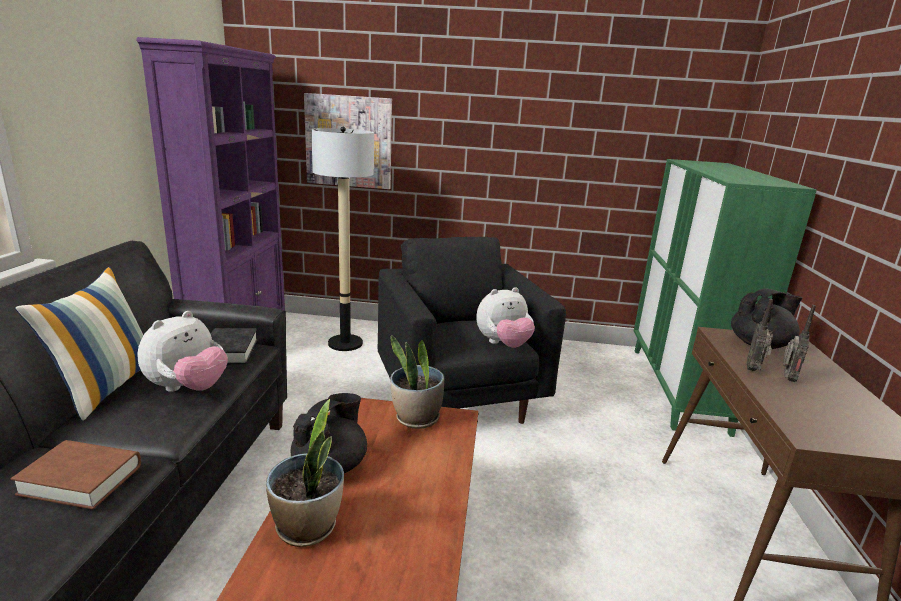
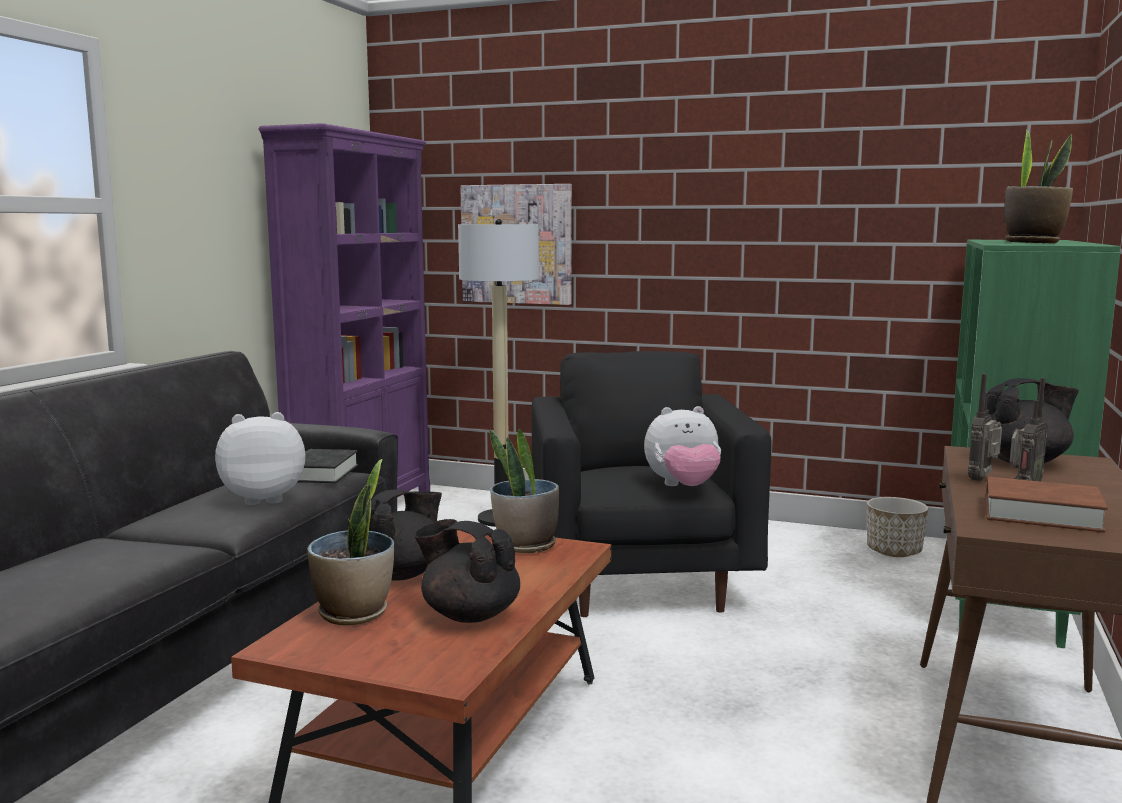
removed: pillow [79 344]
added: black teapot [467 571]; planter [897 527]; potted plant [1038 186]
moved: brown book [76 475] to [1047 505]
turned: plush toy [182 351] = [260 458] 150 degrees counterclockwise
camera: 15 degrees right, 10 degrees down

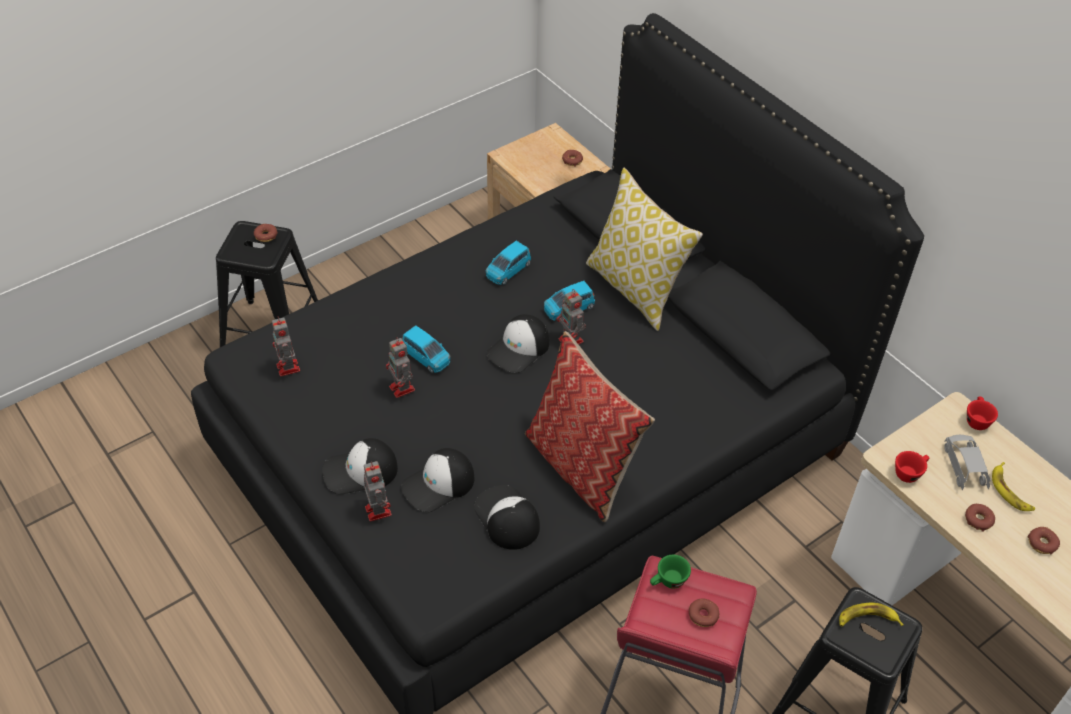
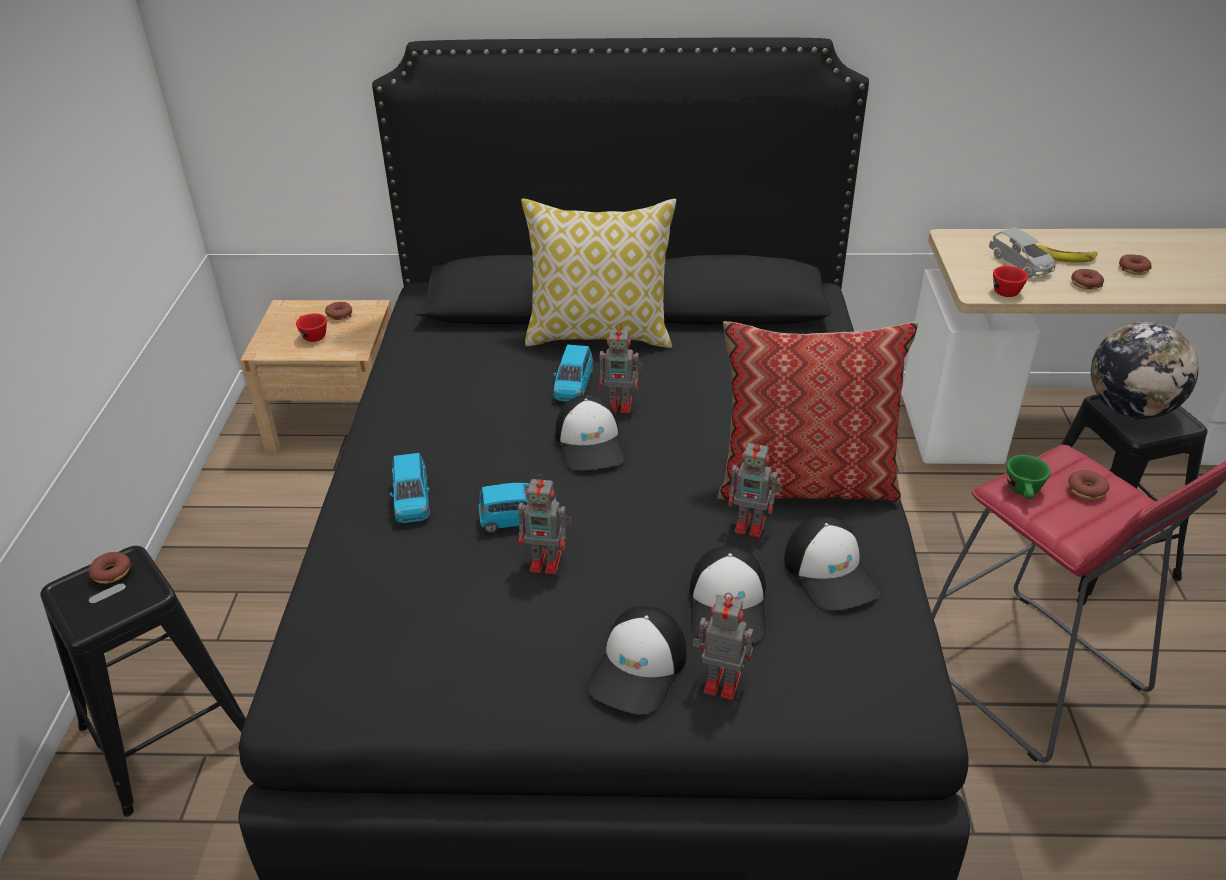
moved: toy robot [286 347] to [754 487]; blue toy car [508 263] to [409 488]; red cup [982 413] to [311 328]
replaced: banana [871 615] to globe [1145 370]
turned: cap [507 517] = [832 564] 120 degrees counterclockwise; grey toy car [967 463] = [1022 252] 150 degrees counterclockwise
camera: 50 degrees left, 10 degrees down

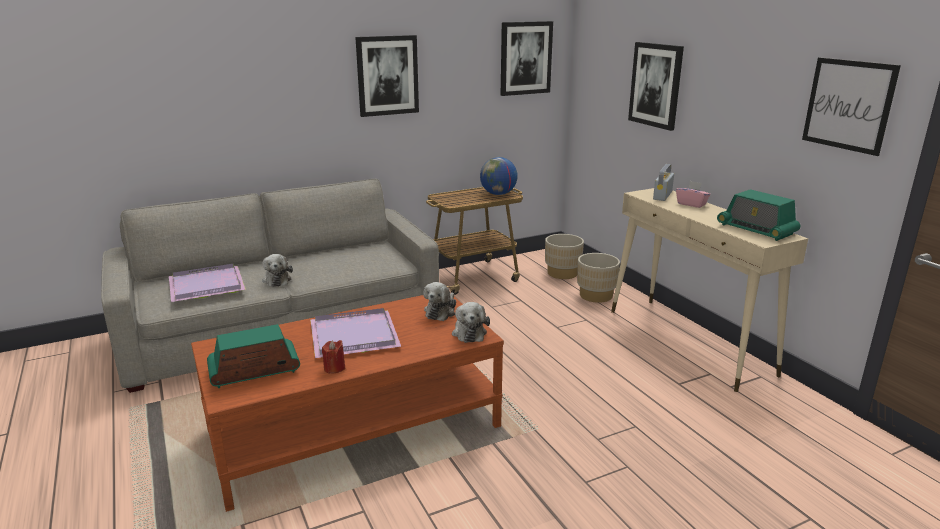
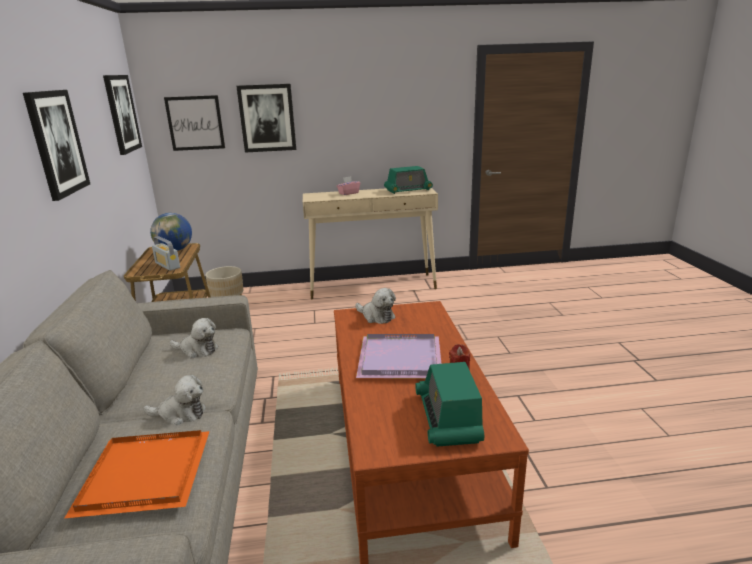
removed: beige planter [598 278]
moved: plush toy [471 322] to [194 338]; radio [663 182] to [166 253]; picture [851 106] to [194 123]
recoloured: purple tray [207 283] to orange tray [137 474]
camera: 70 degrees left, 0 degrees up

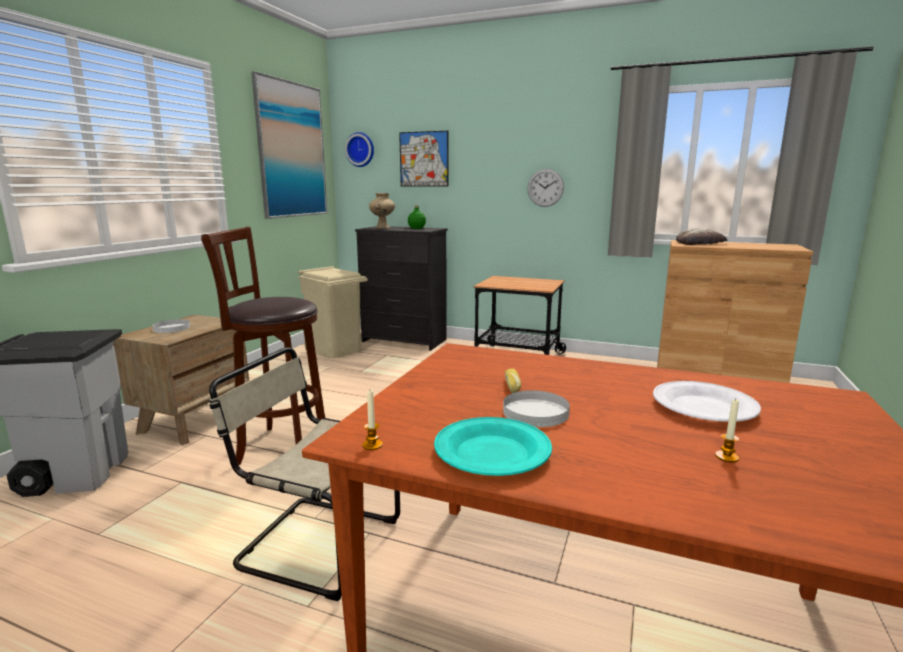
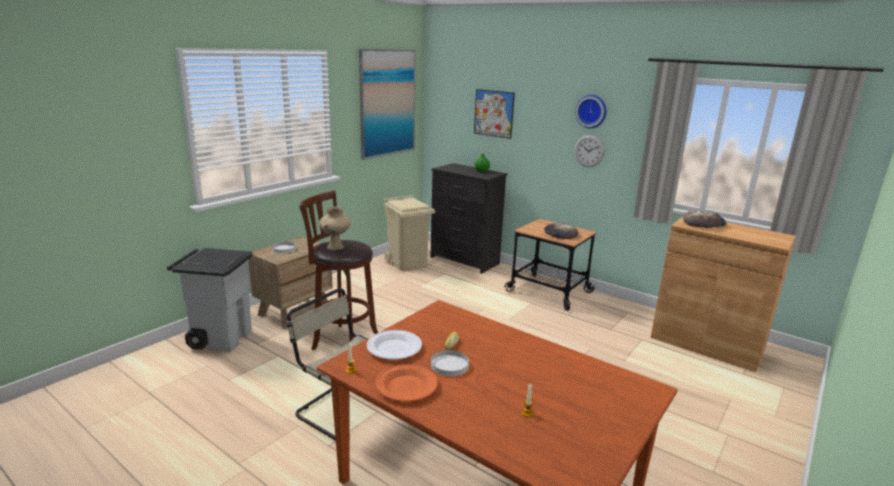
added: bread [561 231]
moved: wall clock [359 149] to [591 111]; beige vase [382 211] to [335 228]; white plate [707 401] to [394 344]
recoloured: turquoise plate [493 446] to orange plate [407 382]
camera: 15 degrees right, 5 degrees up

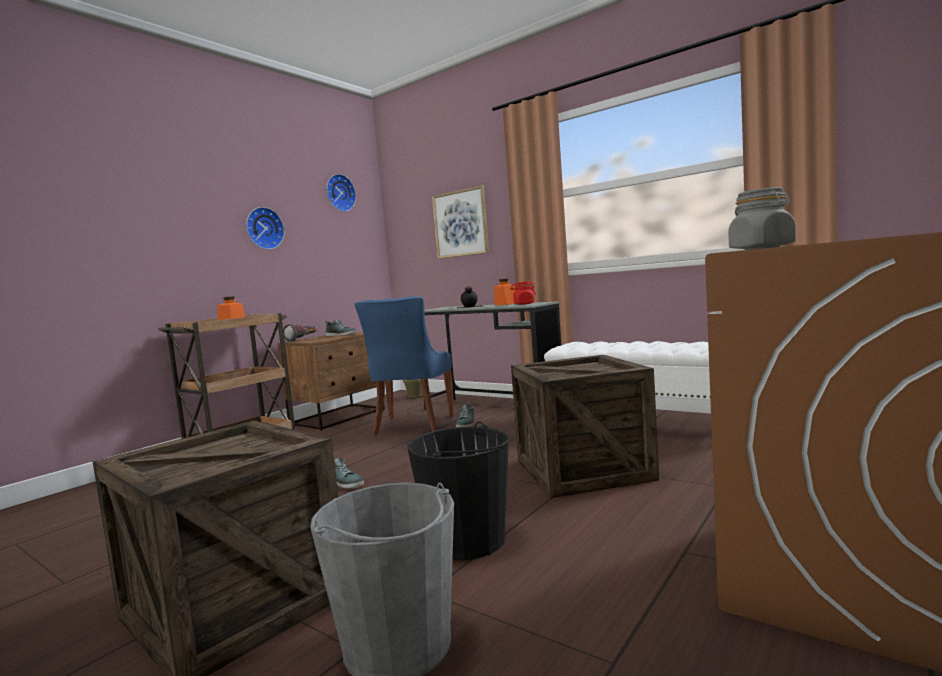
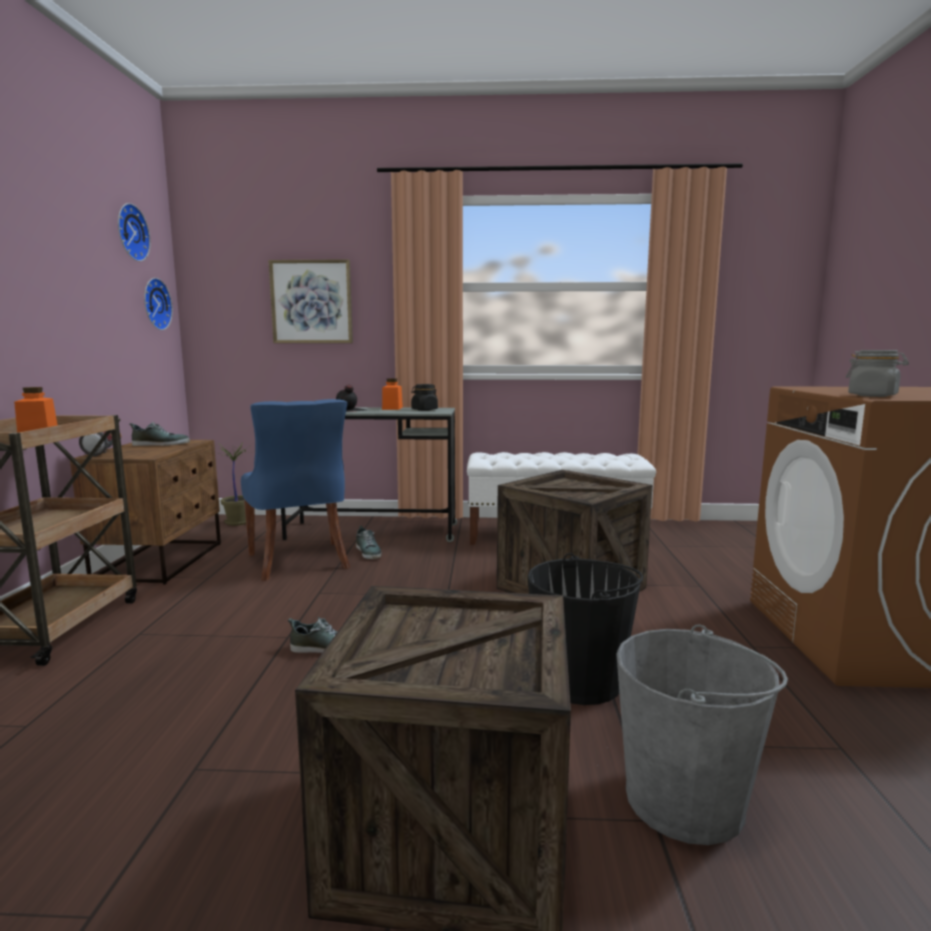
moved: wall clock [265 228] to [158 304]
recoloured: red jar [523 293] to black jar [424 397]
camera: 35 degrees left, 5 degrees up

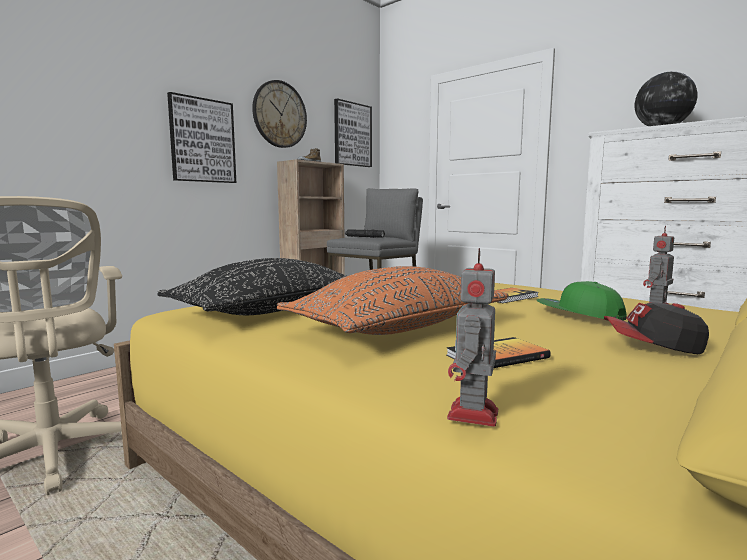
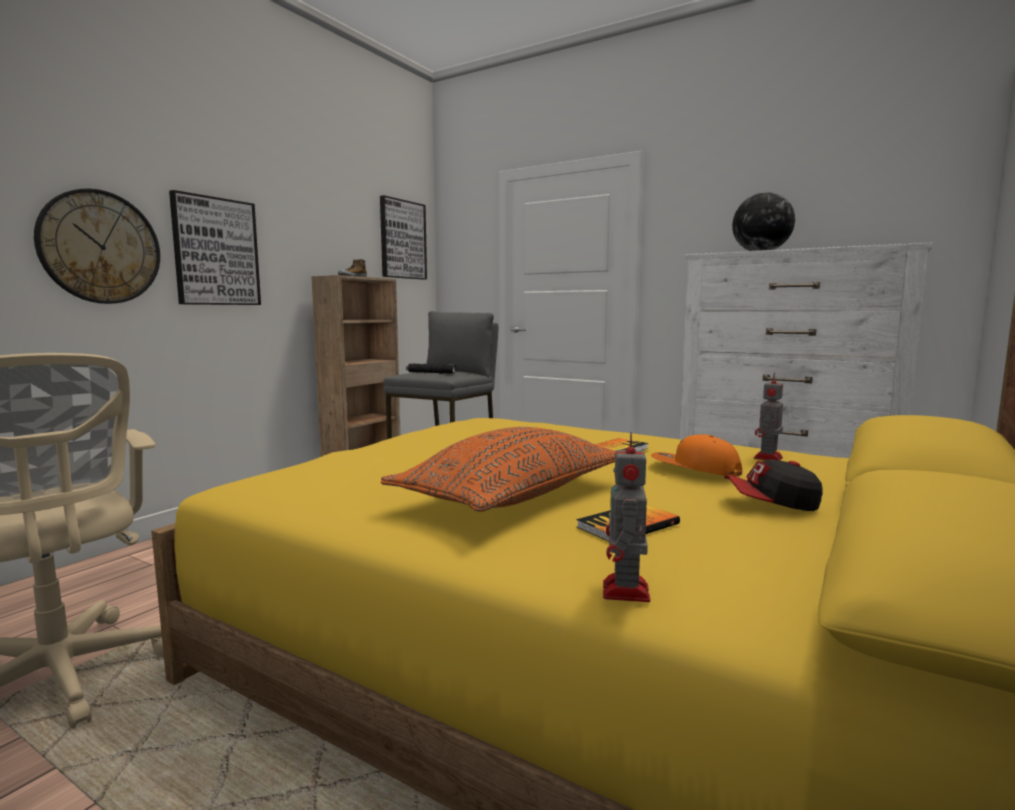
removed: black pillow [251 286]
moved: wall clock [279 114] to [97 246]
recoloured: green cap [582 301] to orange cap [696 455]
camera: 10 degrees left, 0 degrees up

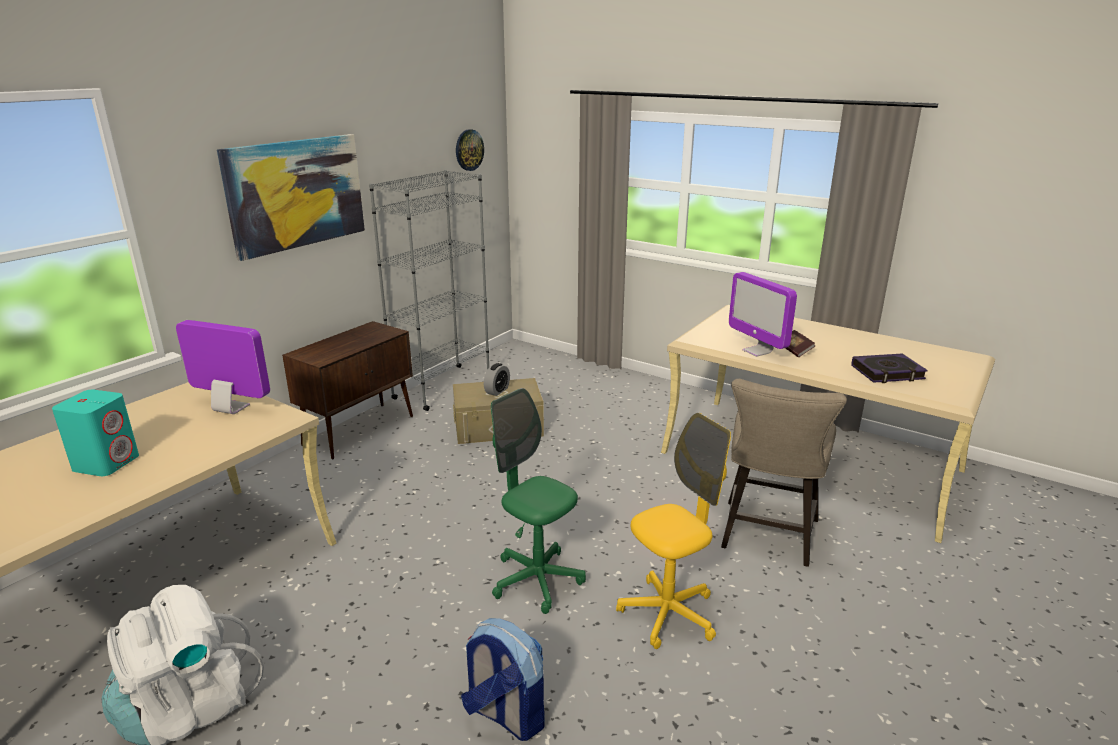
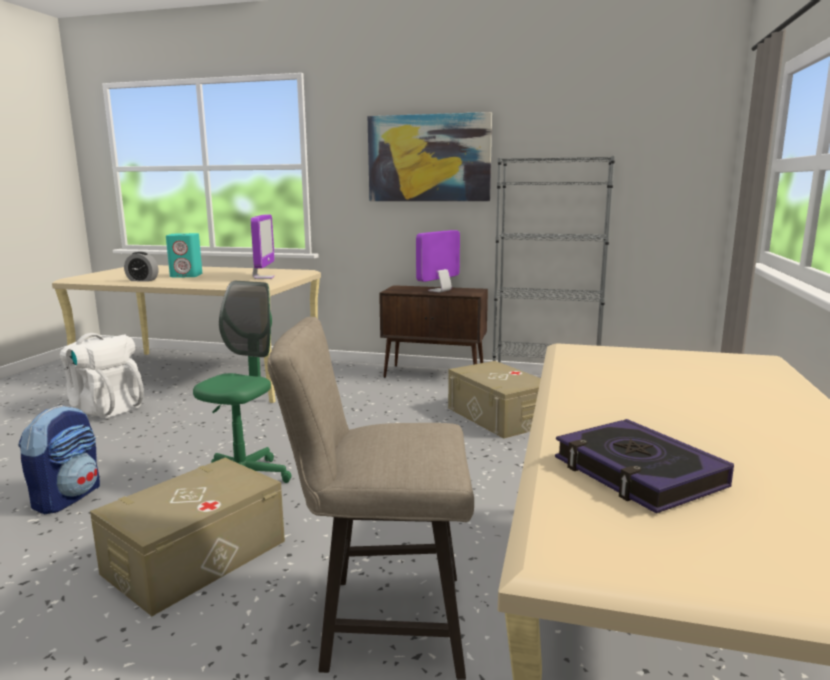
removed: wall clock [470 150]; book [800 343]
moved: alarm clock [497 379] to [141 267]; monitor [763 314] to [438 261]
replaced: yellow office chair [673 531] to beige storage box [187 537]
camera: 70 degrees right, 10 degrees down

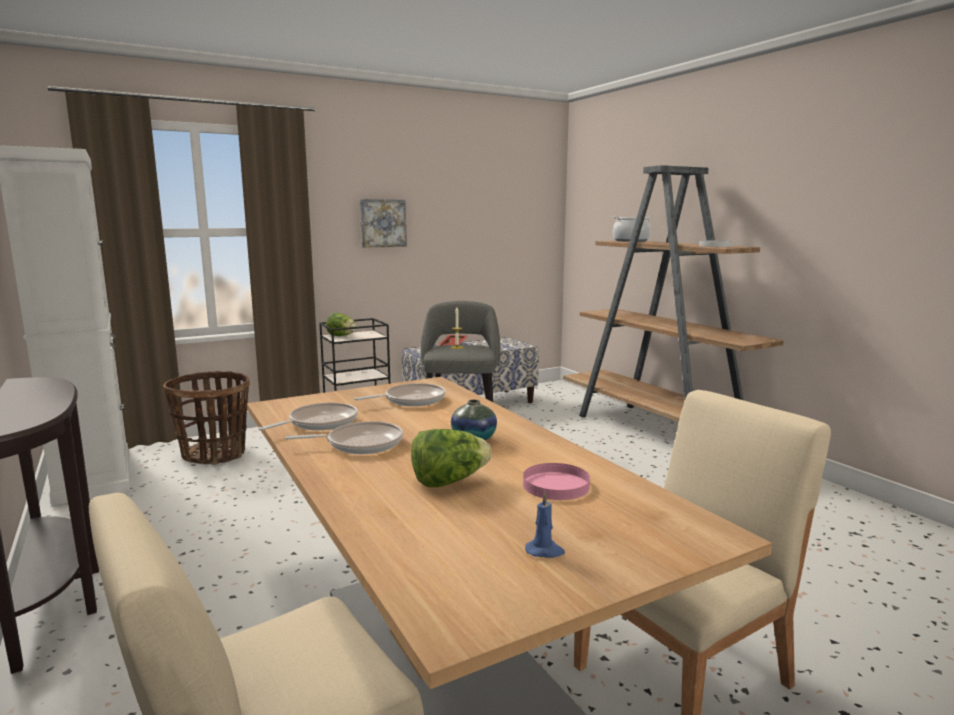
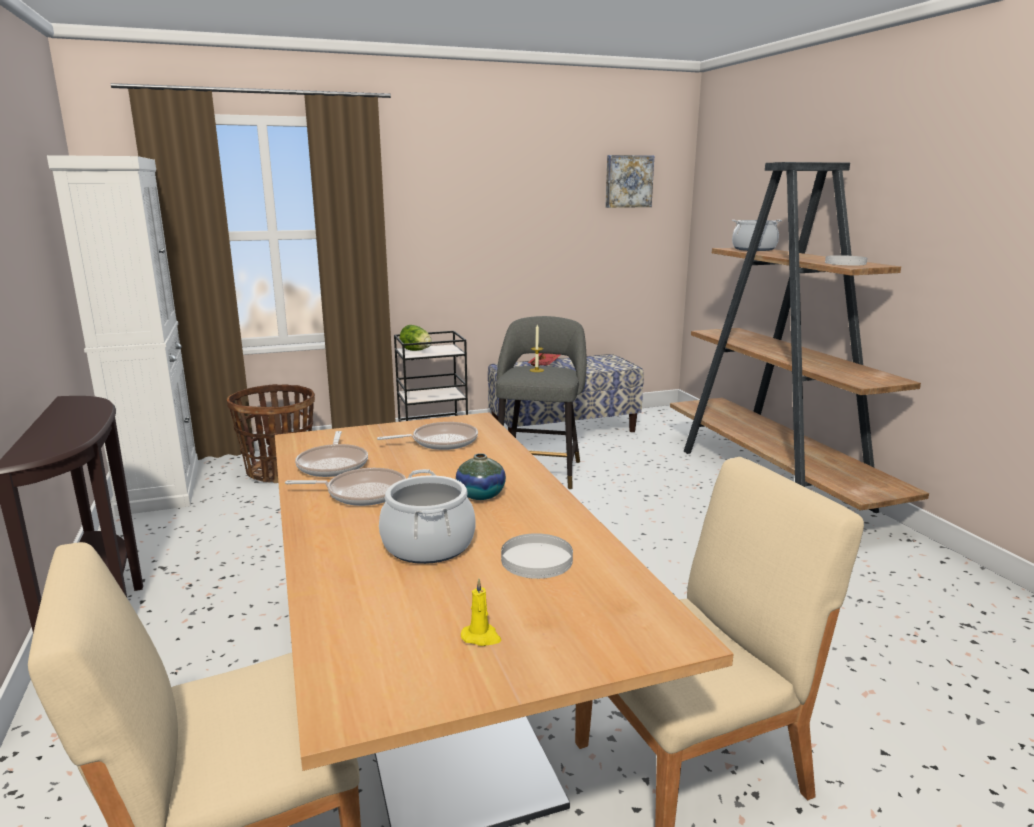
moved: picture [383 223] to [629 181]
replaced: lettuce [451 458] to cooking pot [427 516]
recoloured: pink plate [556 481] to white plate [537 556]; blue candle [545 525] to yellow candle [481 612]
turned: frying pan [308 416] = [331 454] 120 degrees clockwise
camera: 10 degrees right, 5 degrees up

